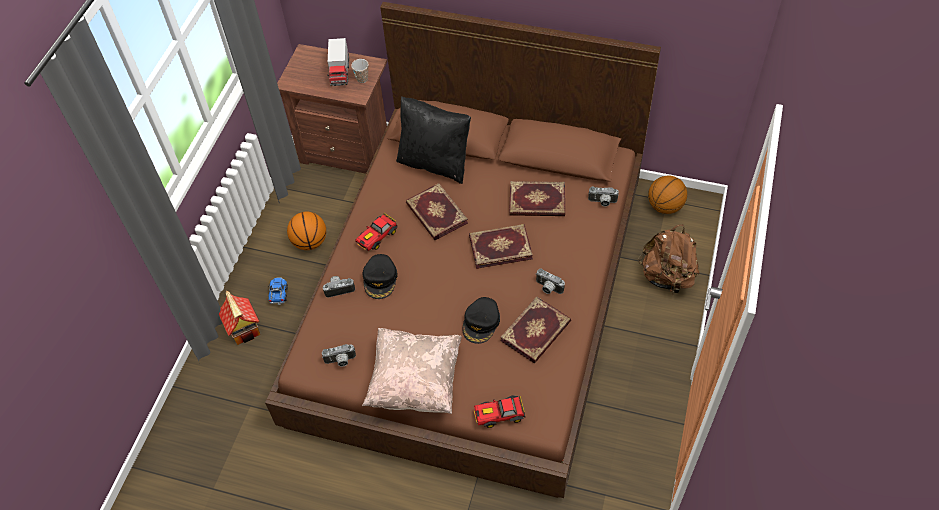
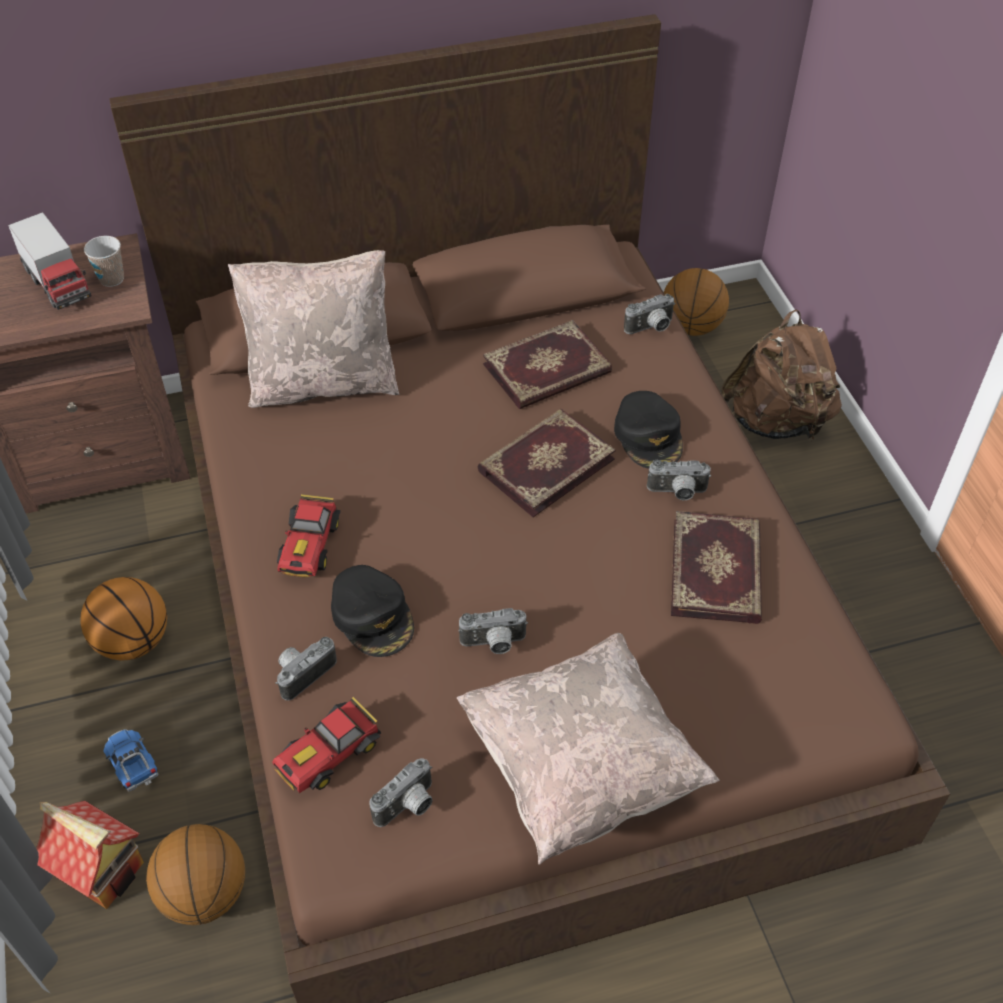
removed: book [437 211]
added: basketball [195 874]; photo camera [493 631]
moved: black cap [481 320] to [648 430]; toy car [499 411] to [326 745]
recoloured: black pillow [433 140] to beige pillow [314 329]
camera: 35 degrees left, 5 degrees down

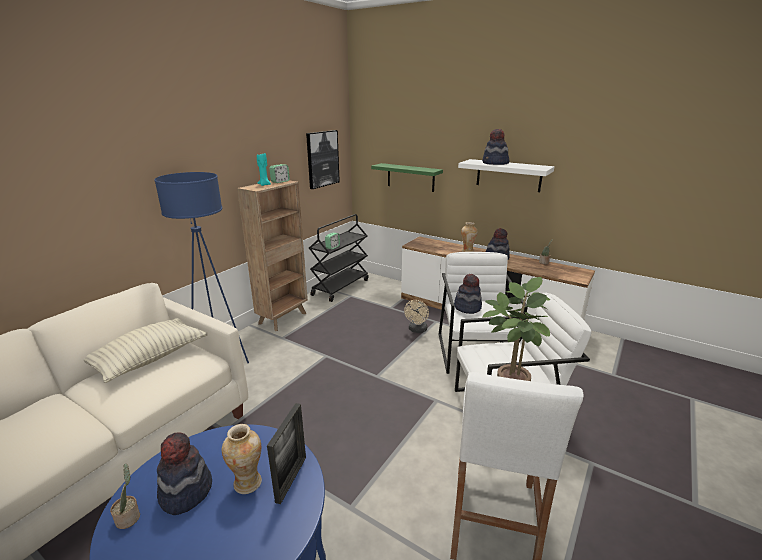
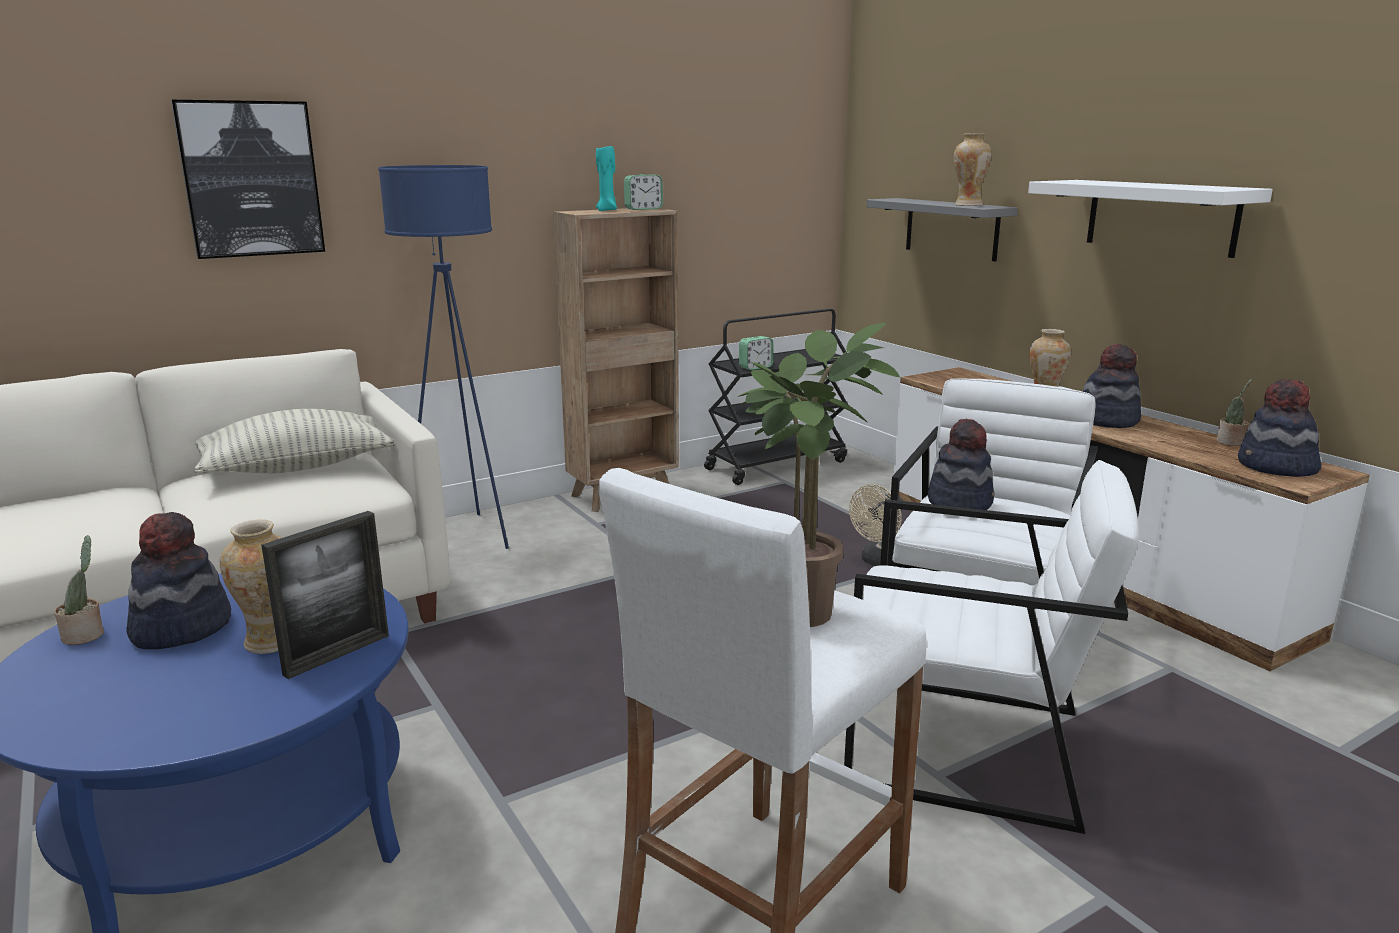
added: vase [972 169]
moved: picture [323 159] to [248 179]; hat [496 147] to [1279 428]
recoloured: green shelf [407 177] to grey shelf [942 230]
camera: 25 degrees right, 5 degrees down

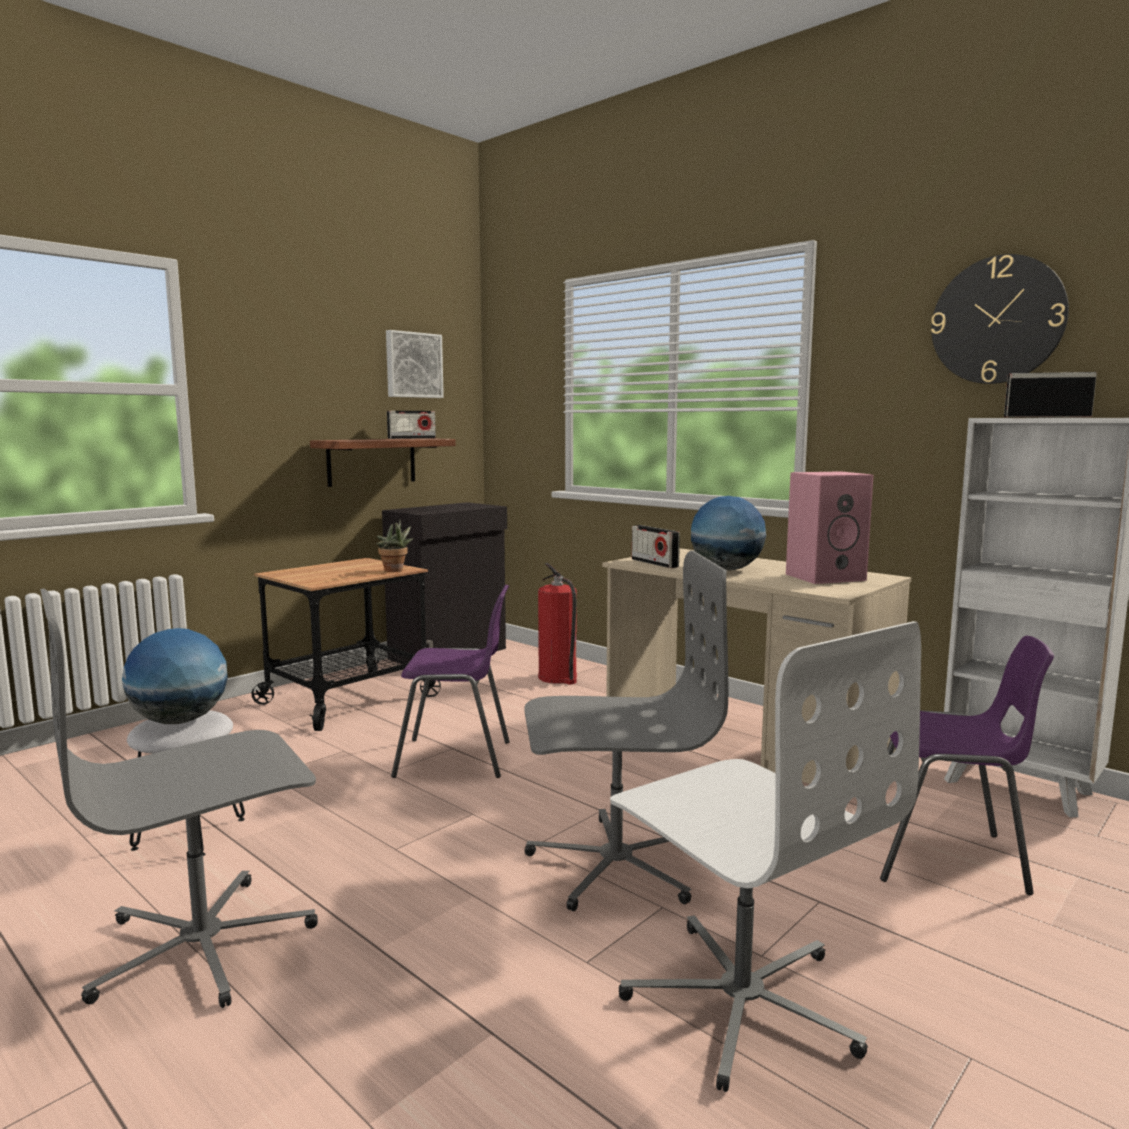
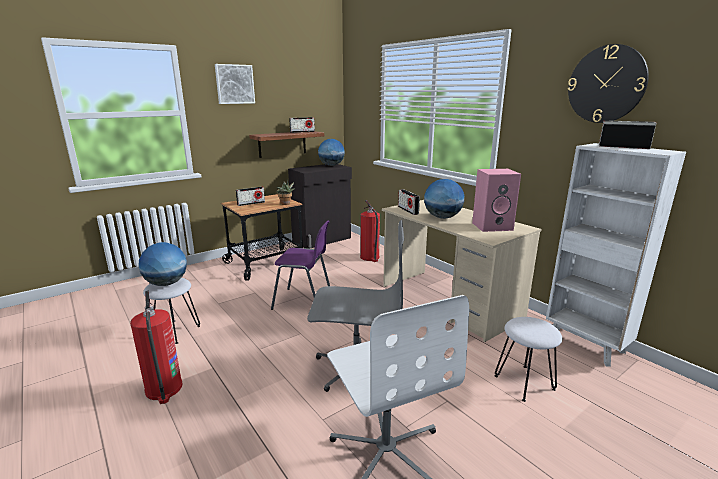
added: radio [250 196]; globe [331 152]
moved: picture [415 364] to [235 84]
replaced: grey office chair [179 798] to fire extinguisher [156 347]; purple chair [967 765] to white stool [528 359]
camera: 10 degrees right, 10 degrees up

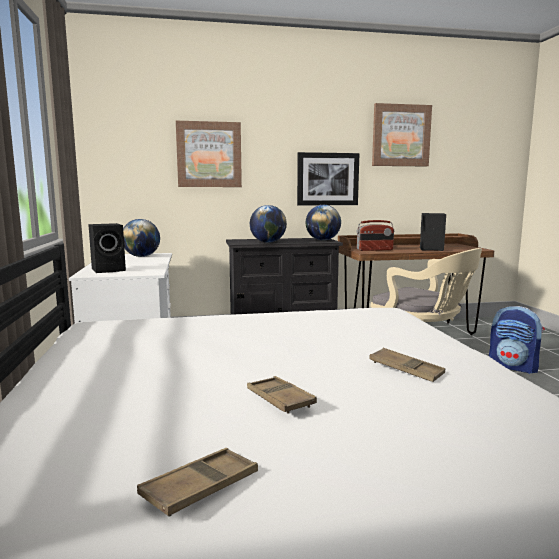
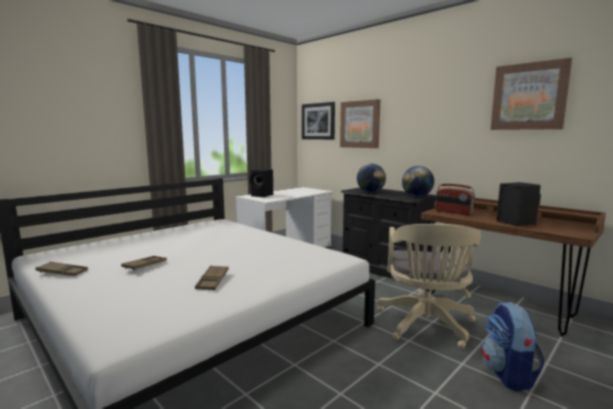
removed: globe [141 238]
moved: picture [328 179] to [318 121]
camera: 55 degrees right, 0 degrees up

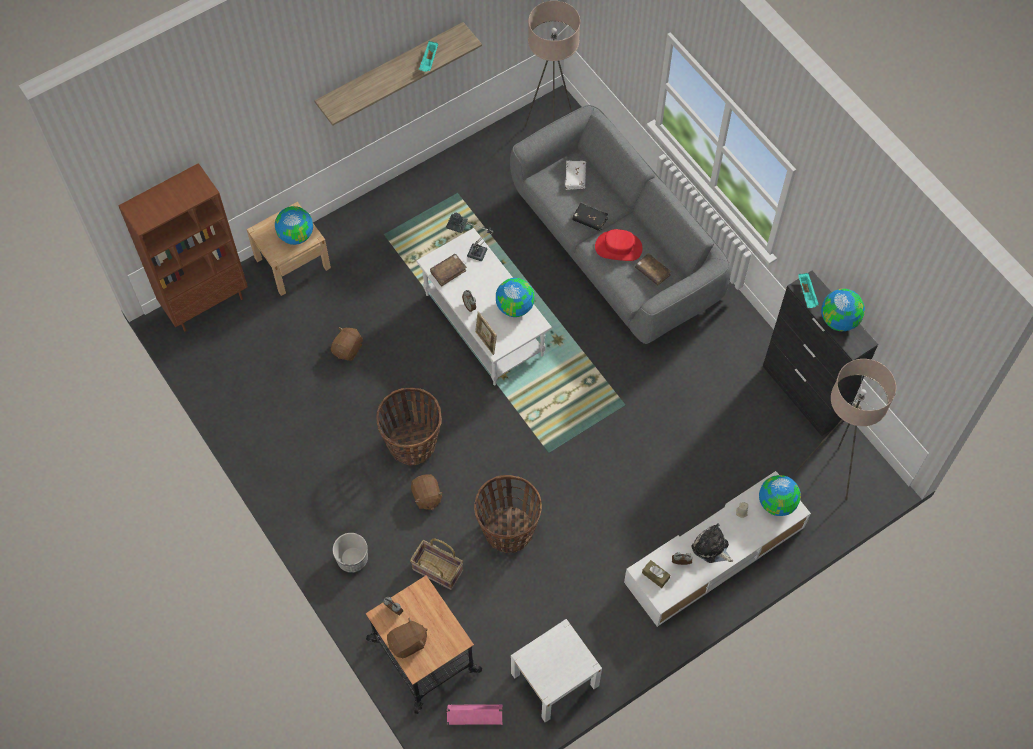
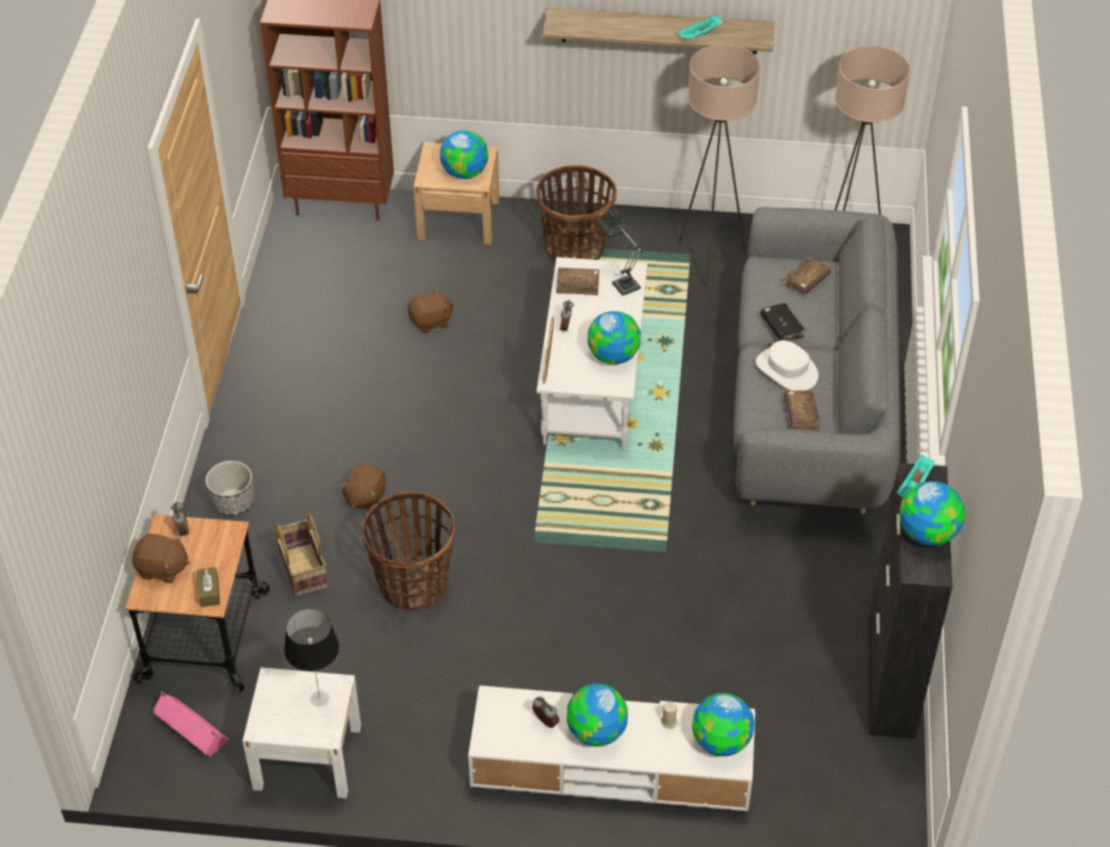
added: table lamp [311 657]
moved: basket [409 426] to [576 214]; brown tissue box [656 574] to [208 587]; beige floor lamp [845 429] to [719 166]
replaced: plush toy [712 543] to globe [597 715]
recoloured: white book [575 175] to brown book [807 276]; red hat [619 245] to white hat [787 365]
camera: 40 degrees right, 15 degrees down

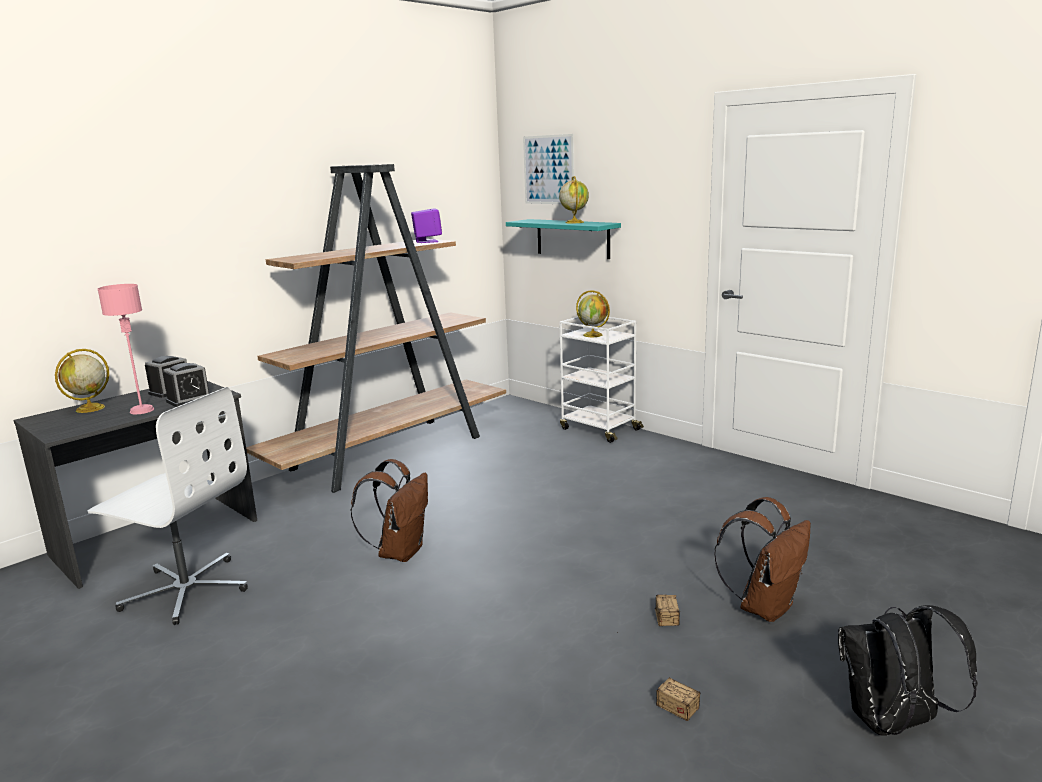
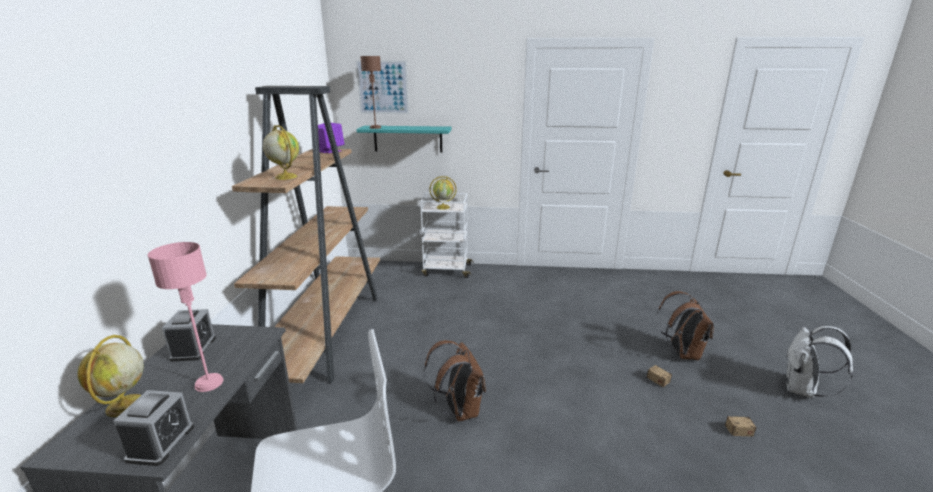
added: brown table lamp [371 92]
moved: alarm clock [186 385] to [153 428]; globe [574 199] to [281 152]
recoloured: black backpack [908 670] to white backpack [819 362]
camera: 40 degrees left, 5 degrees up

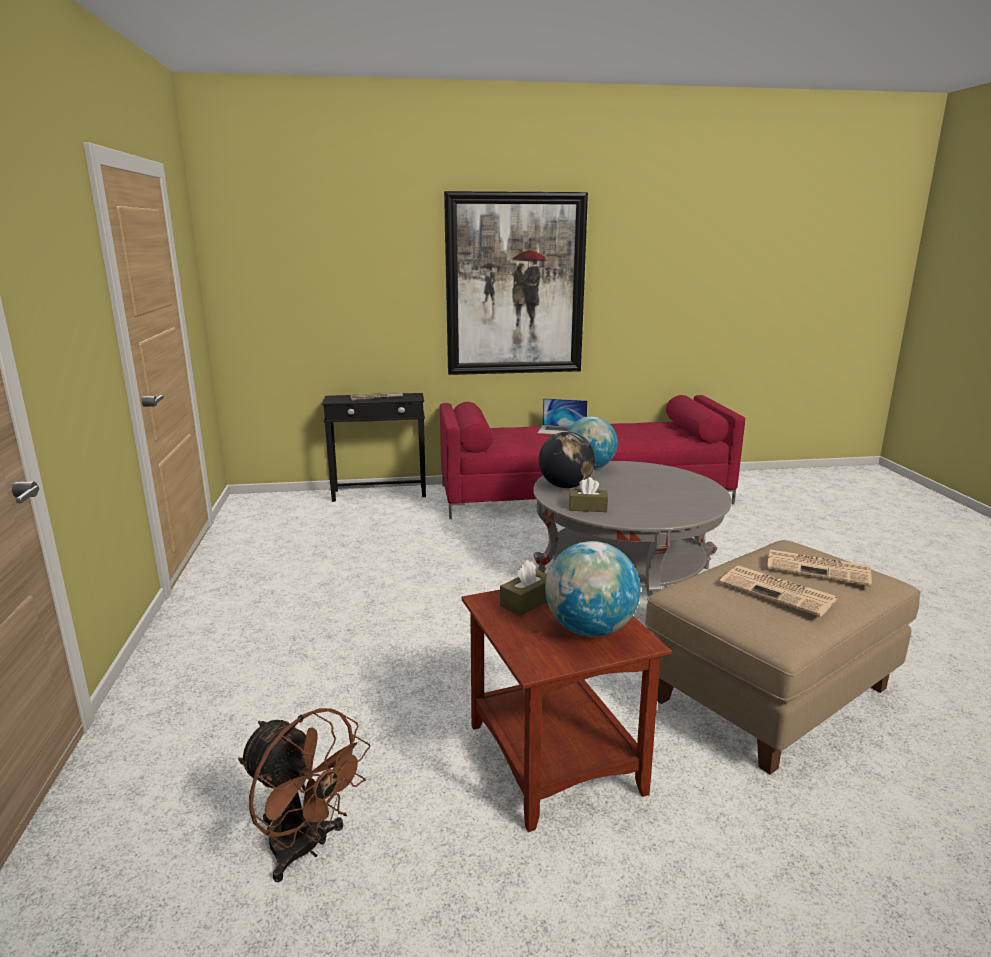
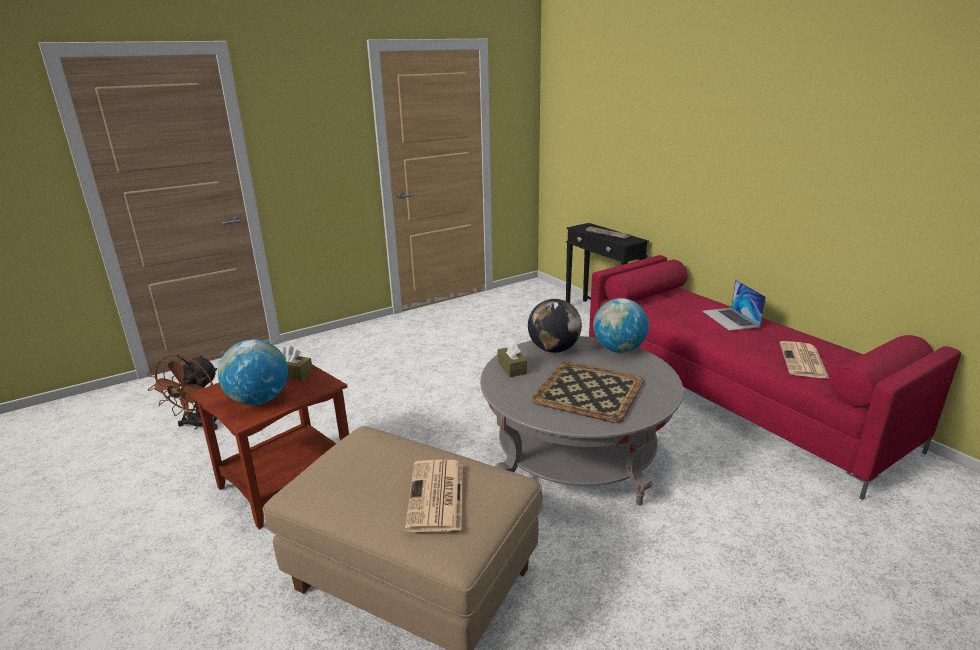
removed: picture [516 283]
added: tray [588 392]
moved: newspaper [778 591] to [804 360]
camera: 65 degrees right, 5 degrees up

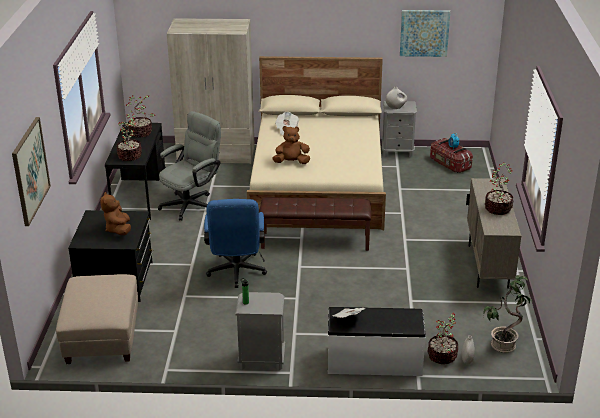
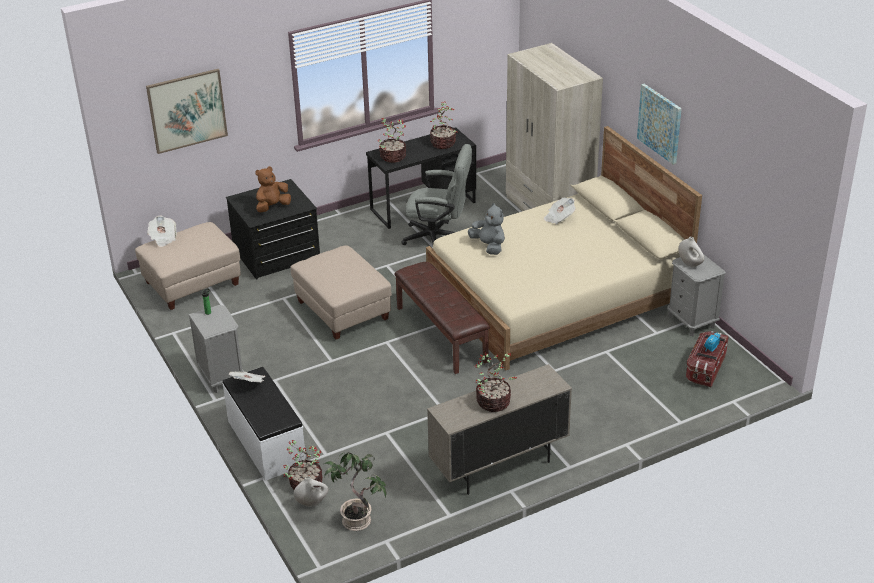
added: newspaper [162 231]
moved: picture [425 33] to [659 124]
replaced: blue office chair [235 243] to beige ottoman [341 292]
recoloured: brown plush toy [291 145] to grey plush toy [486 229]
camera: 60 degrees right, 5 degrees up

